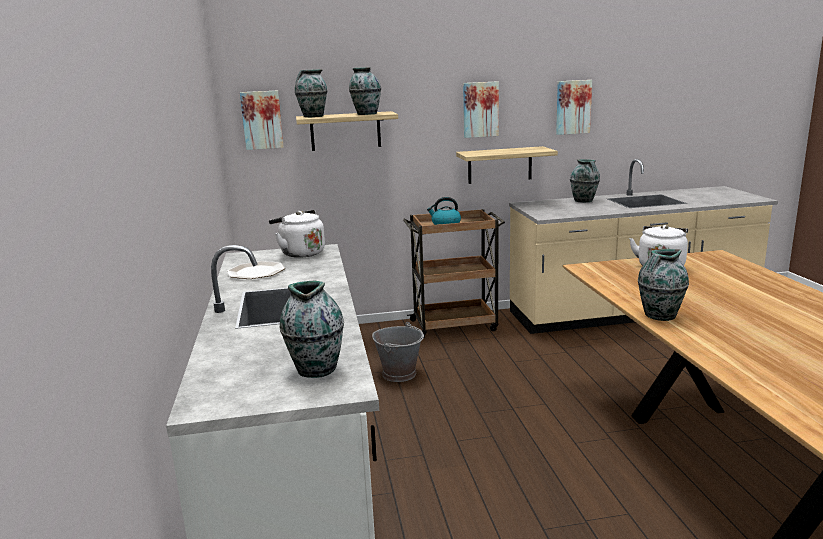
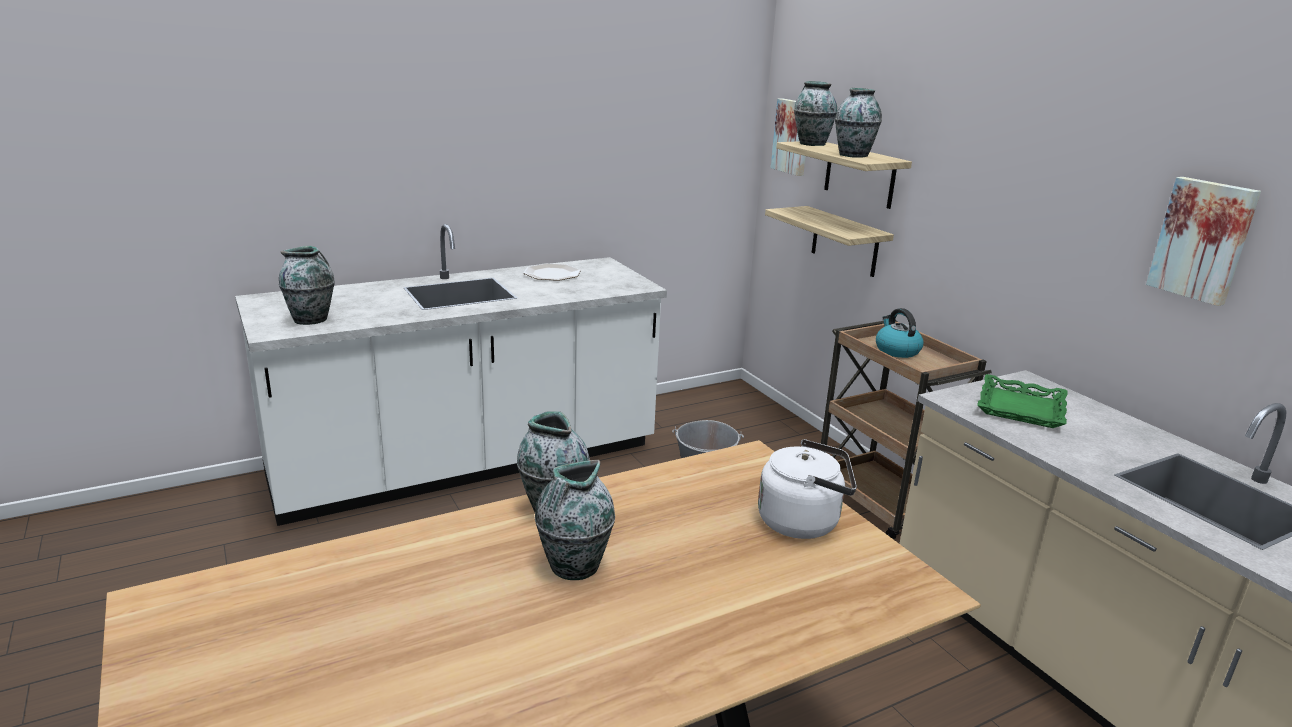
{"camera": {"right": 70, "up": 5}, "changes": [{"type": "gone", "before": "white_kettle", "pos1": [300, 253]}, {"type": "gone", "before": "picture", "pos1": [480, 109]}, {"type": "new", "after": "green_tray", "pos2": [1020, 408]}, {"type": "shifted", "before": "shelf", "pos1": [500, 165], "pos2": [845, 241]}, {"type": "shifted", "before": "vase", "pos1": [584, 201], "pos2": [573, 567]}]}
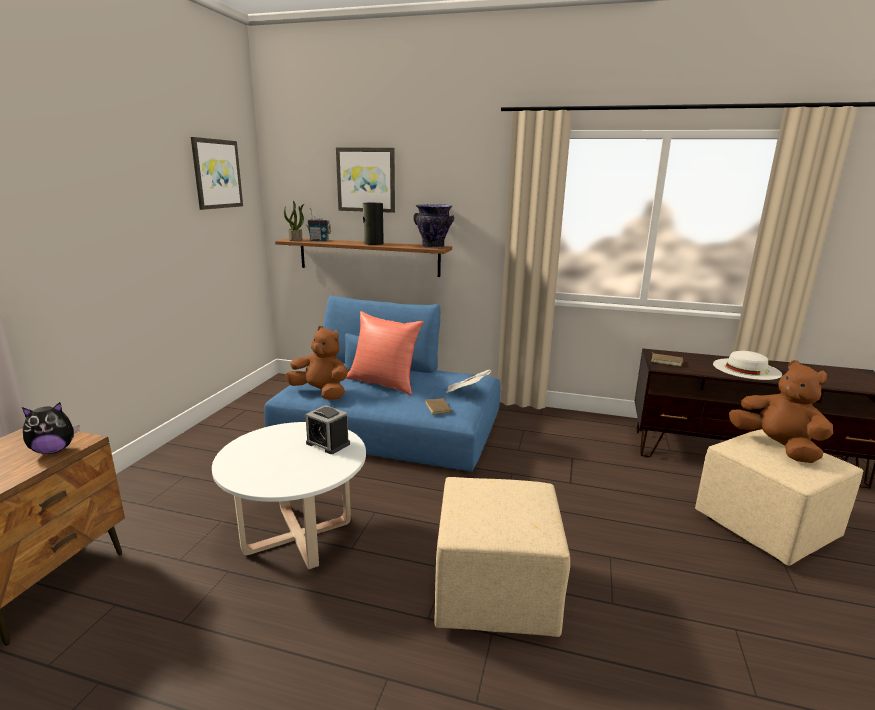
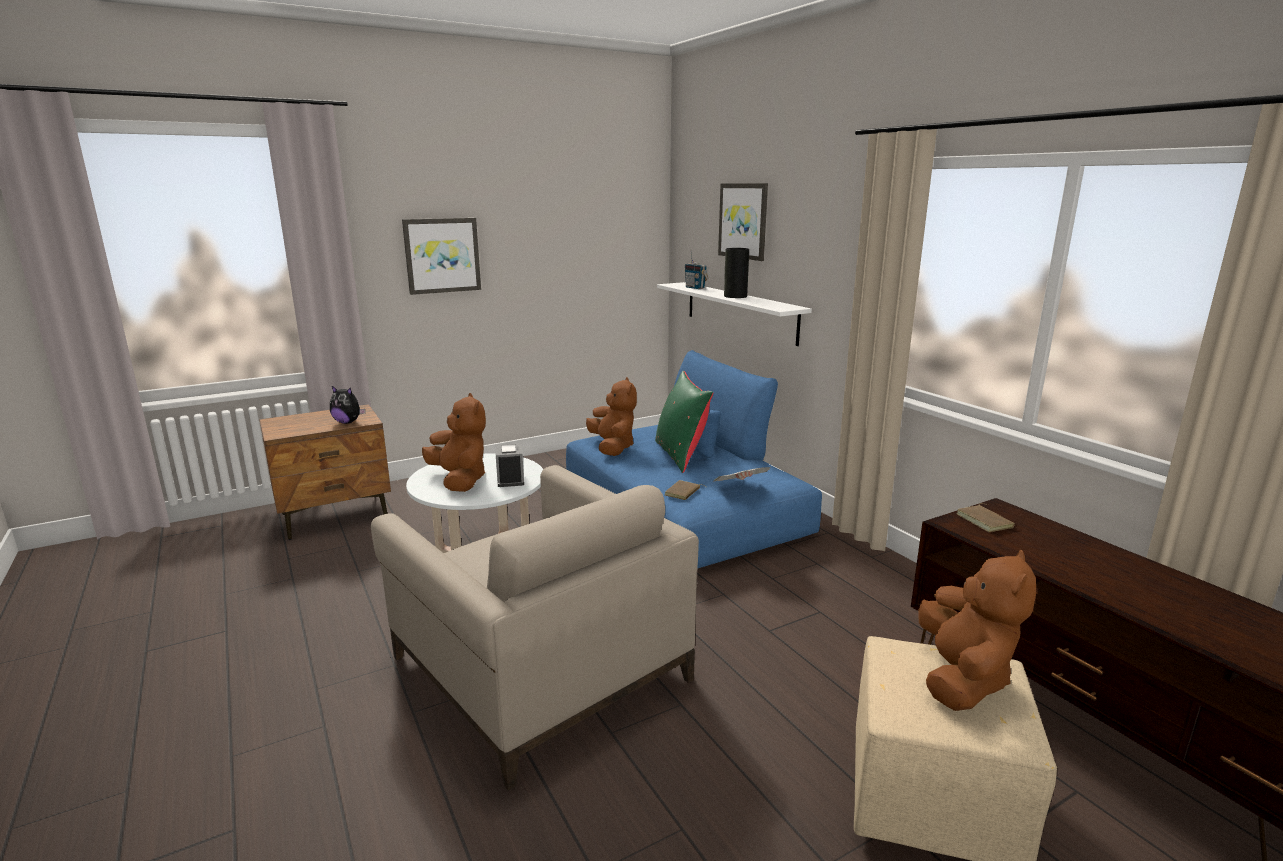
{"camera": {"right": 45, "up": 0}, "changes": [{"type": "gone", "before": "potted_plant", "pos1": [296, 239]}, {"type": "gone", "before": "vase", "pos1": [433, 247]}, {"type": "gone", "before": "white_hat", "pos1": [746, 369]}, {"type": "new", "after": "brown_plush_toy", "pos2": [460, 480]}, {"type": "shifted", "before": "picture", "pos1": [216, 174], "pos2": [442, 255]}, {"type": "swapped", "before": "beige_ottoman", "after": "beige_armchair", "pos1": [497, 594], "pos2": [538, 667]}, {"type": "repainted", "before": "brown_shelf", "after": "white_shelf", "pos1": [368, 257], "pos2": [739, 311]}, {"type": "repainted", "before": "red_pillow", "after": "green_pillow", "pos1": [384, 383], "pos2": [681, 455]}]}
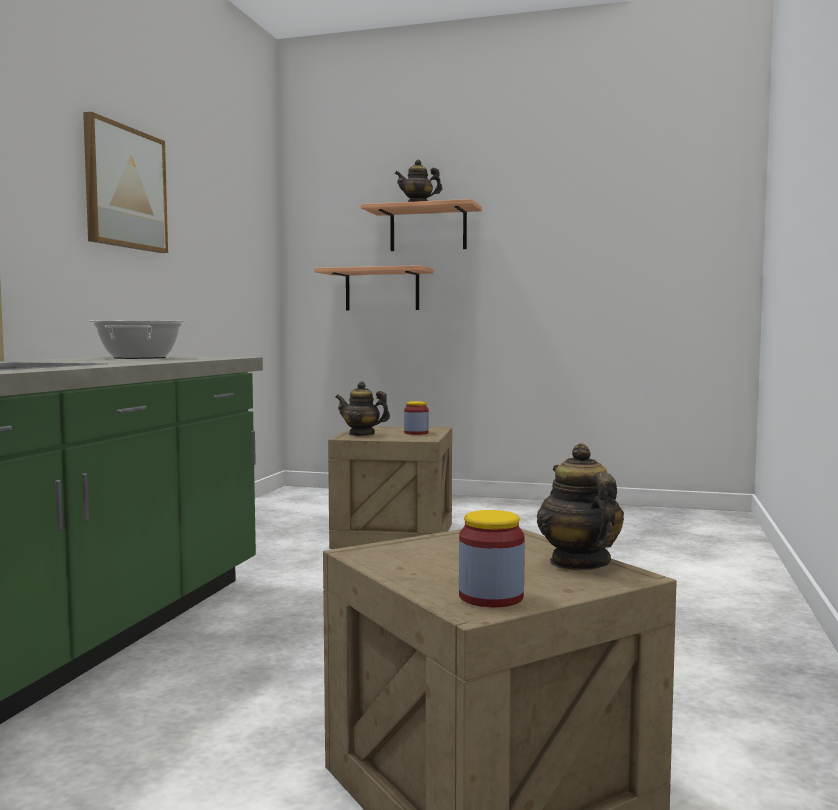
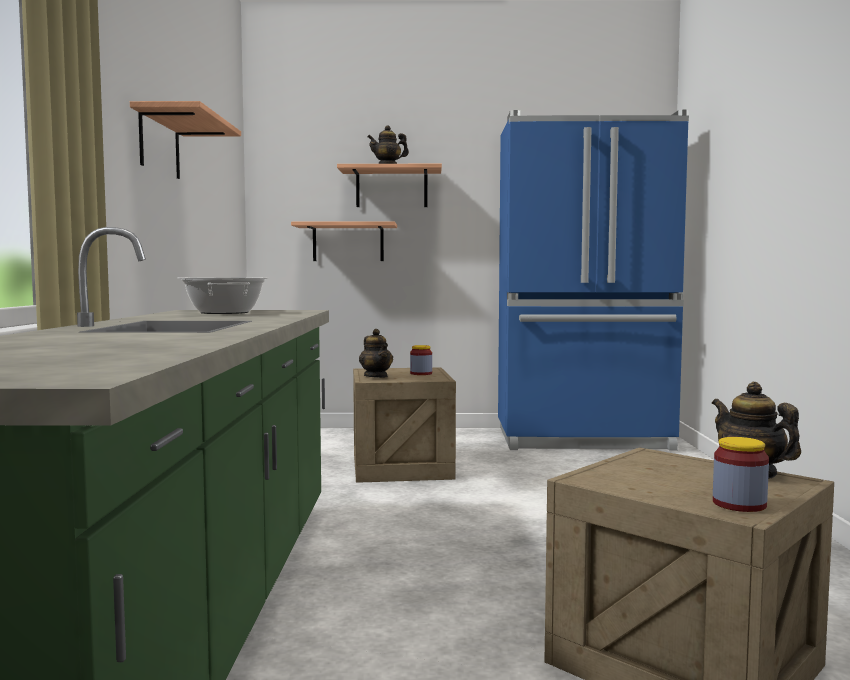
{"camera": {"right": -15, "up": 0}, "changes": [{"type": "new", "after": "blue_fridge", "pos2": [584, 440]}, {"type": "swapped", "before": "picture", "after": "shelf", "pos1": [125, 188], "pos2": [159, 145]}, {"type": "rotated", "before": "teapot", "pos1": [362, 434], "pos2": [376, 376], "turn": -120}]}
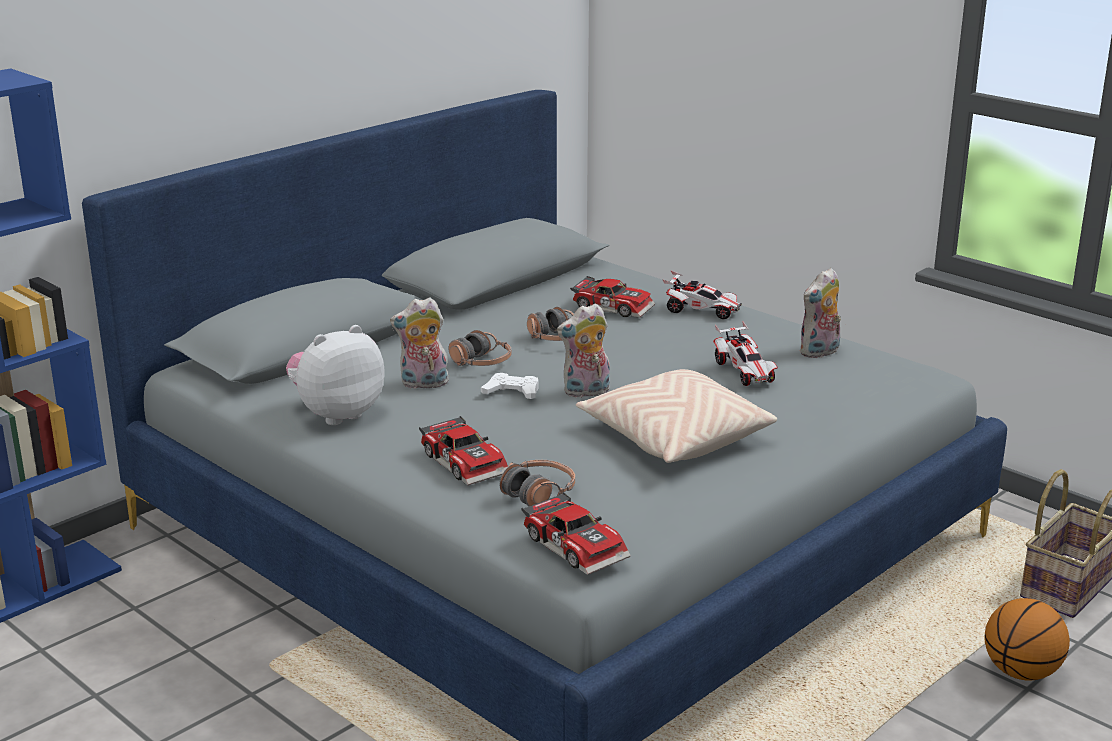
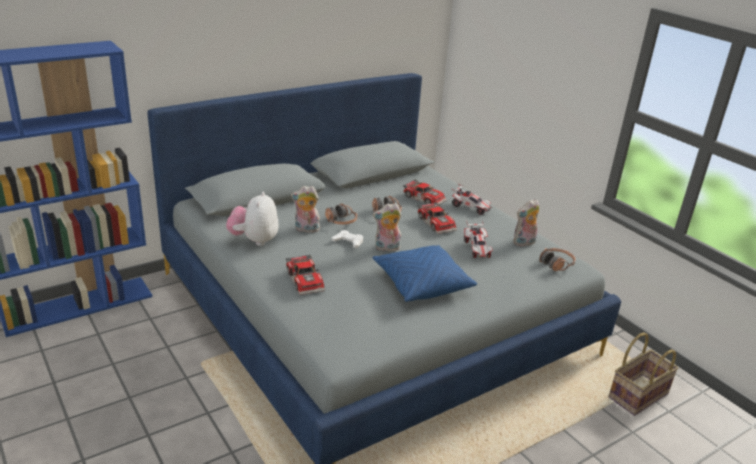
{"camera": {"right": 10, "up": 5}, "changes": [{"type": "gone", "before": "basketball", "pos1": [1020, 672]}, {"type": "shifted", "before": "headphones", "pos1": [538, 493], "pos2": [556, 264]}, {"type": "shifted", "before": "toy_car", "pos1": [577, 545], "pos2": [437, 223]}, {"type": "repainted", "before": "beige_pillow", "after": "blue_pillow", "pos1": [674, 438], "pos2": [421, 284]}, {"type": "rotated", "before": "plush_toy", "pos1": [336, 414], "pos2": [254, 240], "turn": -60}]}
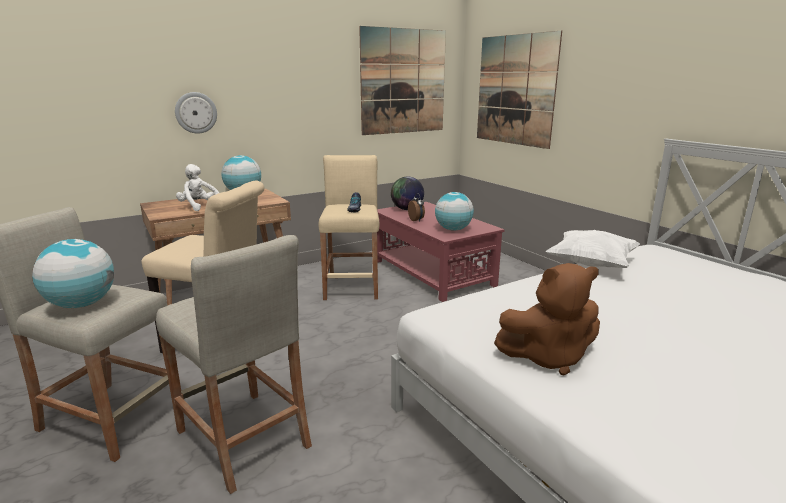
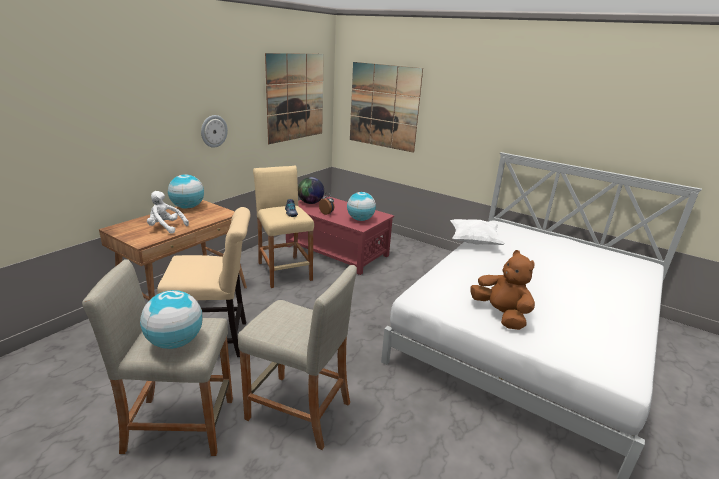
{"camera": {"right": -25, "up": 5}, "changes": [{"type": "shifted", "before": "wall_clock", "pos1": [196, 112], "pos2": [213, 131]}, {"type": "rotated", "before": "brown_plush_toy", "pos1": [548, 357], "pos2": [500, 315], "turn": -90}]}
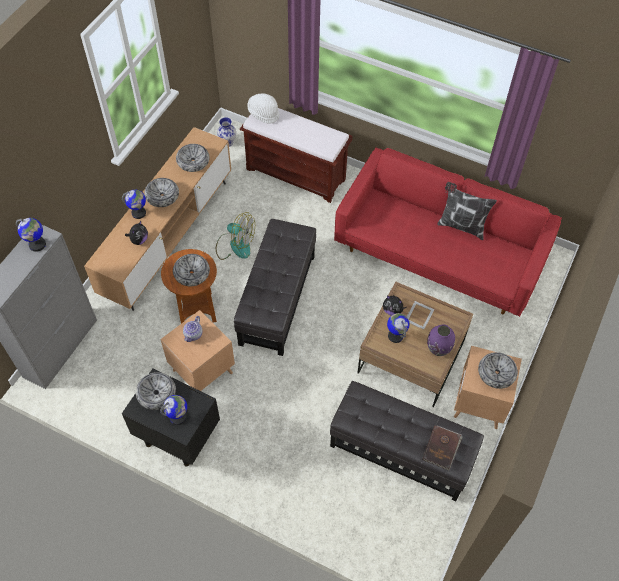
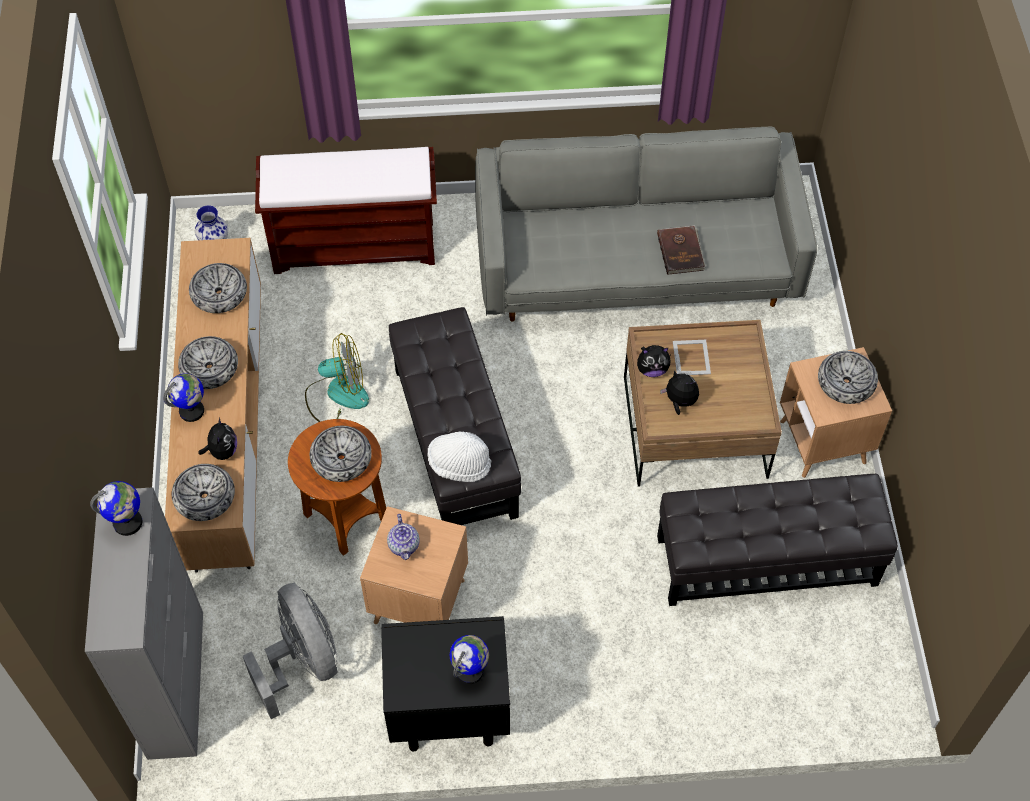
{"camera": {"right": -30, "up": 0}, "changes": [{"type": "gone", "before": "purple_vase", "pos1": [438, 349]}, {"type": "gone", "before": "pillow", "pos1": [461, 226]}, {"type": "new", "after": "grey_fan", "pos2": [302, 661]}, {"type": "shifted", "before": "bowl", "pos1": [157, 393], "pos2": [205, 497]}, {"type": "shifted", "before": "white_hat", "pos1": [263, 113], "pos2": [459, 464]}, {"type": "shifted", "before": "brown_book", "pos1": [442, 448], "pos2": [681, 251]}, {"type": "swapped", "before": "globe", "after": "plush_toy", "pos1": [395, 336], "pos2": [679, 402]}, {"type": "repainted", "before": "red_sofa", "after": "grey_sofa", "pos1": [439, 254], "pos2": [636, 264]}]}
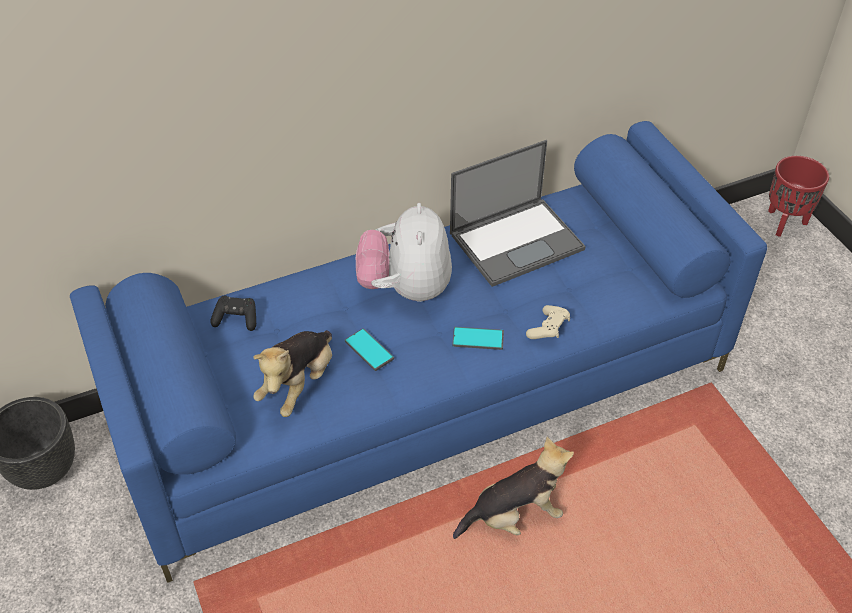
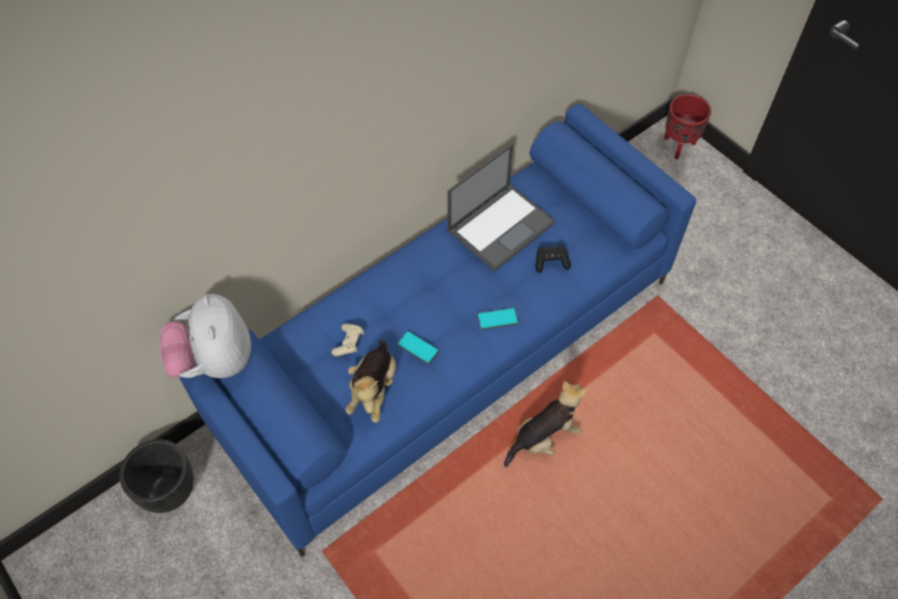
{"camera": {"right": -15, "up": 10}, "changes": [{"type": "shifted", "before": "black_game_controller", "pos1": [236, 319], "pos2": [551, 262]}, {"type": "shifted", "before": "plush_toy", "pos1": [406, 288], "pos2": [215, 361]}, {"type": "shifted", "before": "beige_game_controller", "pos1": [548, 329], "pos2": [349, 343]}]}
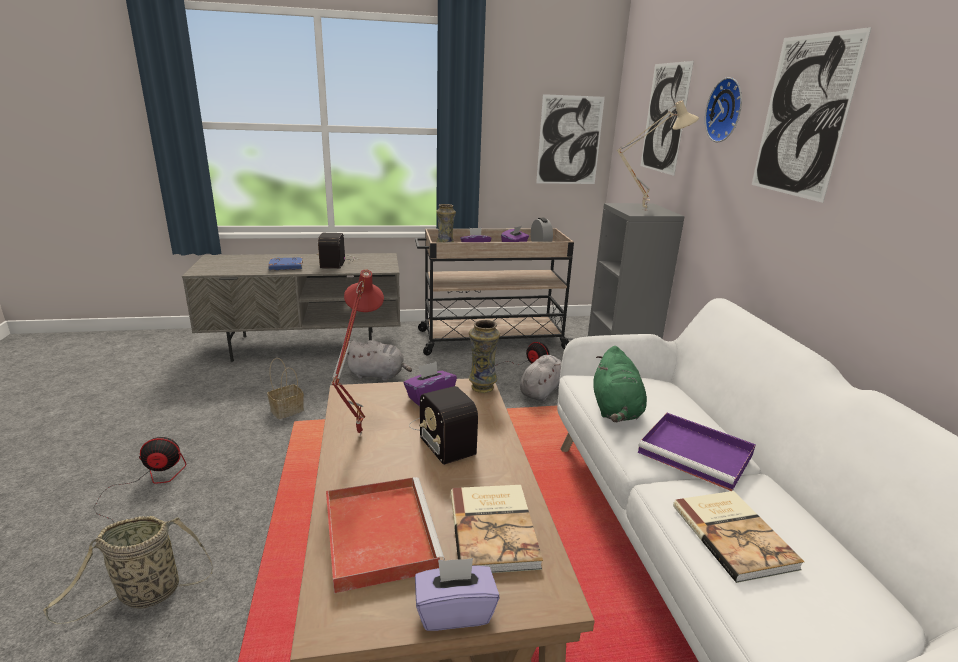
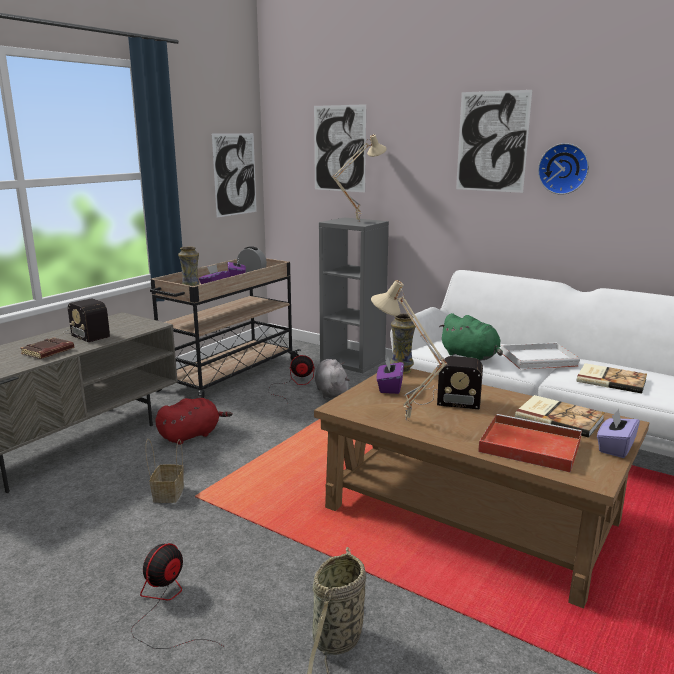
{"camera": {"right": -45, "up": -5}, "changes": [{"type": "shifted", "before": "wall_clock", "pos1": [727, 110], "pos2": [564, 168]}, {"type": "repainted", "before": "blue_book", "after": "brown_book", "pos1": [285, 267], "pos2": [48, 352]}, {"type": "repainted", "before": "red_table_lamp", "after": "beige_table_lamp", "pos1": [357, 434], "pos2": [405, 421]}, {"type": "repainted", "before": "grey_plush_toy", "after": "red_plush_toy", "pos1": [378, 375], "pos2": [192, 435]}, {"type": "repainted", "before": "purple_tray", "after": "white_tray", "pos1": [697, 454], "pos2": [539, 359]}]}
